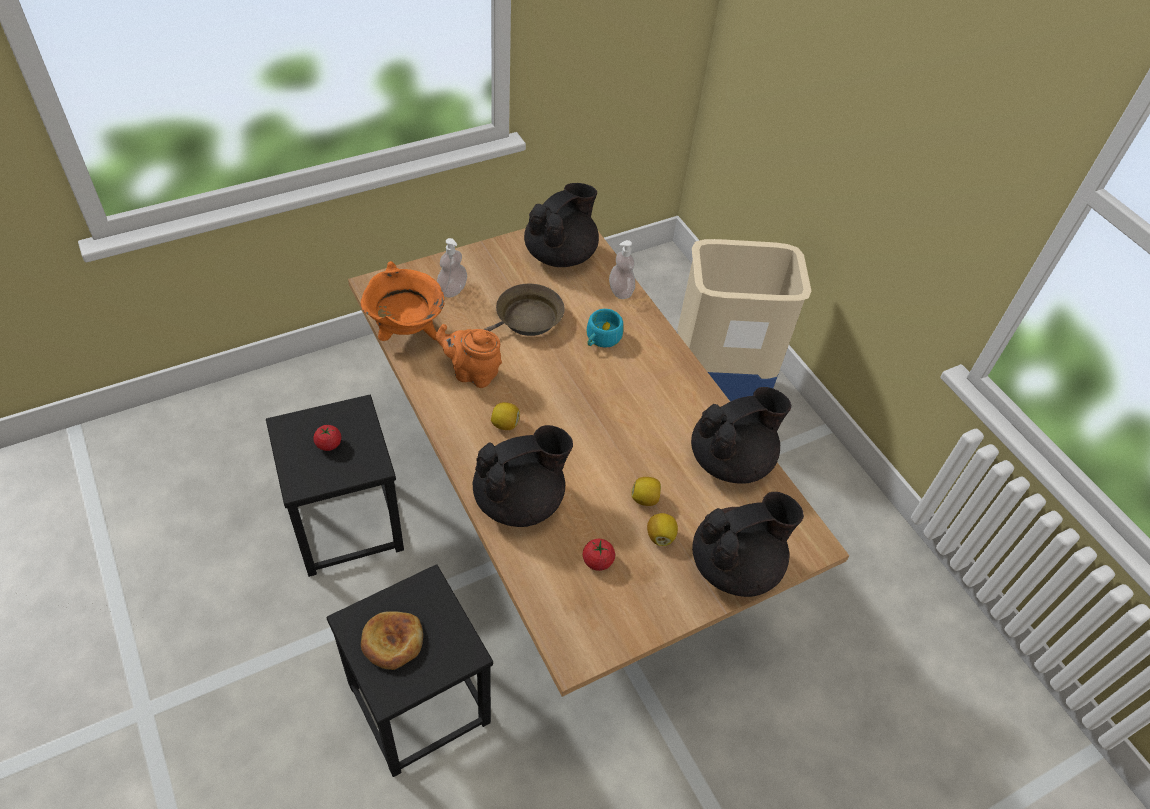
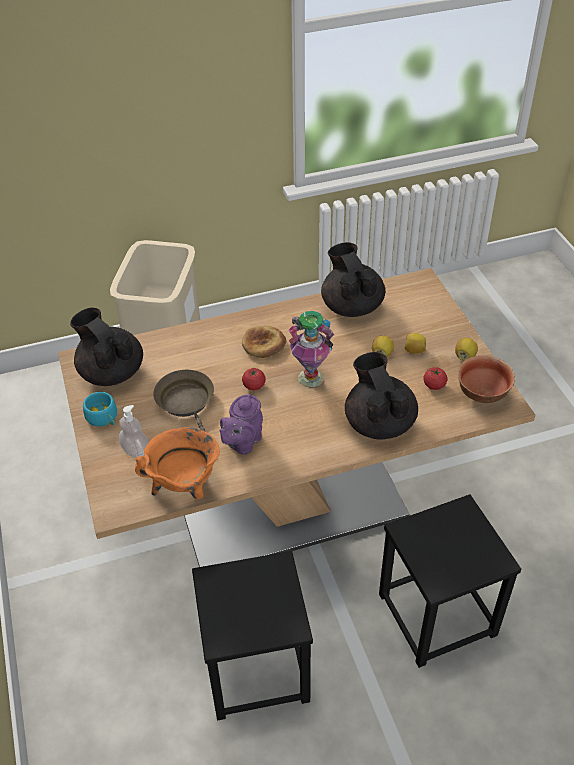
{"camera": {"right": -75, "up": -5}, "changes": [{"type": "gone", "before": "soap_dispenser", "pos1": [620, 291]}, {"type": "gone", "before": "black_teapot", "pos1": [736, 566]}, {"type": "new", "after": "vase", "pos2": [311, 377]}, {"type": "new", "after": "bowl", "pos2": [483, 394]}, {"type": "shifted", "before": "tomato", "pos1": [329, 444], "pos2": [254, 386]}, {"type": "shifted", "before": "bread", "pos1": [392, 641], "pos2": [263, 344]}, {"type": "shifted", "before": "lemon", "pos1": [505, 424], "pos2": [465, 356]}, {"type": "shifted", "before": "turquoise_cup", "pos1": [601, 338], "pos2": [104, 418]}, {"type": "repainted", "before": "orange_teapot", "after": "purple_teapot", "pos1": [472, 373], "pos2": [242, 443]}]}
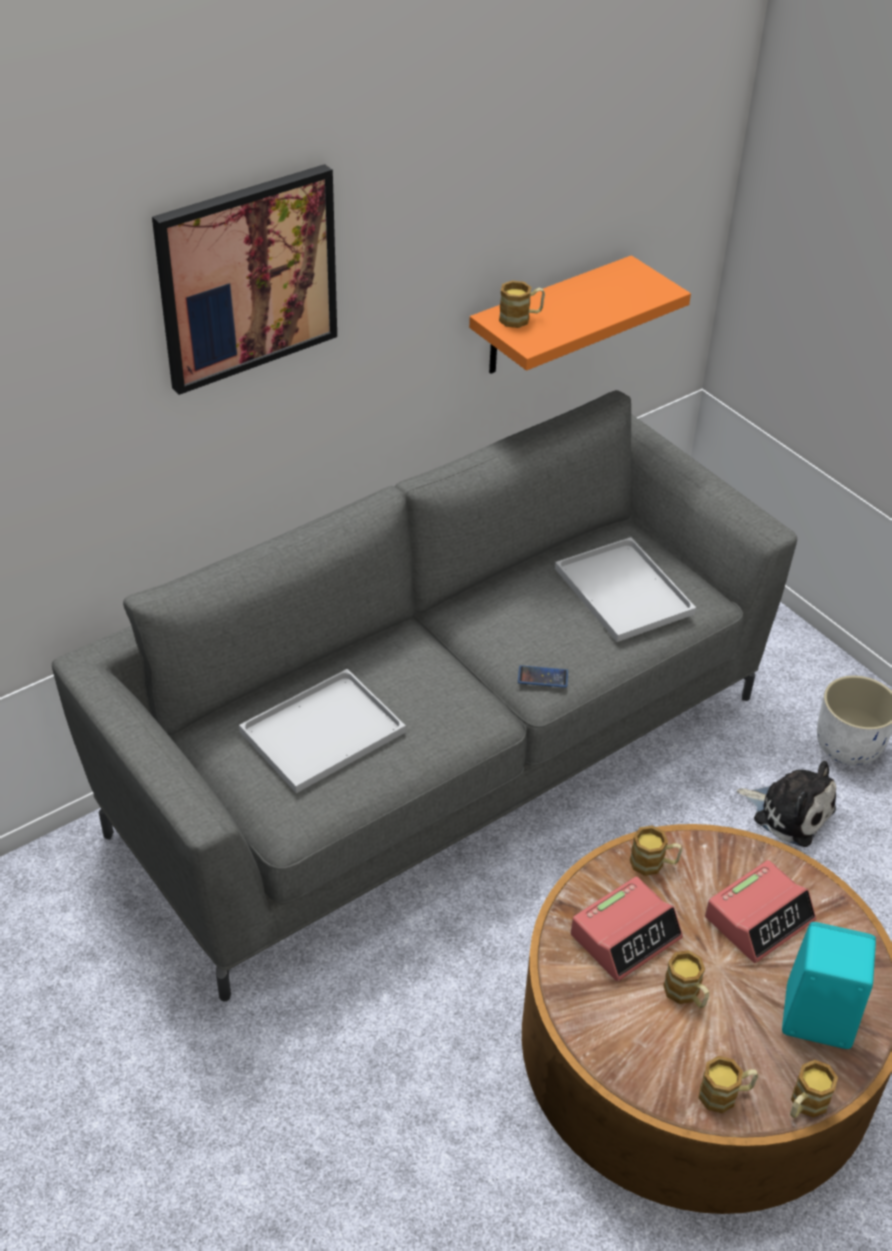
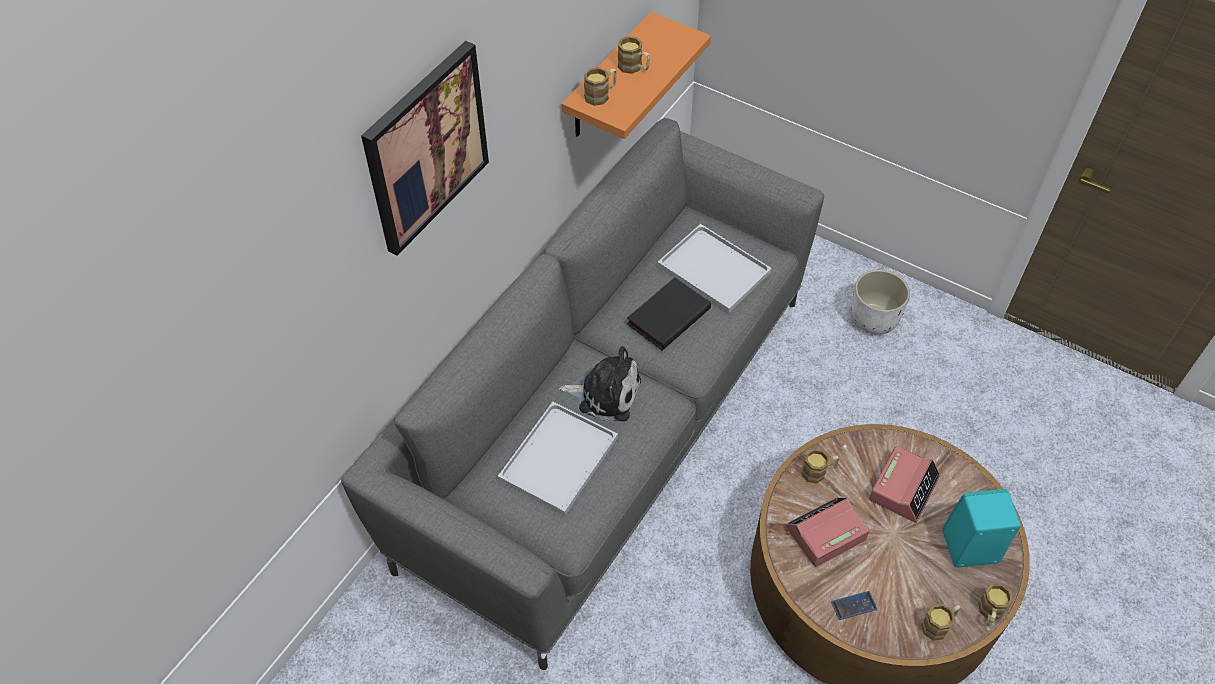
{"camera": {"right": -20, "up": 10}, "changes": [{"type": "new", "after": "black_book", "pos2": [667, 315]}, {"type": "shifted", "before": "phone", "pos1": [542, 677], "pos2": [854, 606]}, {"type": "shifted", "before": "mug", "pos1": [686, 994], "pos2": [634, 68]}, {"type": "shifted", "before": "plush_toy", "pos1": [789, 811], "pos2": [605, 393]}, {"type": "rotated", "before": "alarm_clock", "pos1": [625, 936], "pos2": [825, 533], "turn": -150}]}
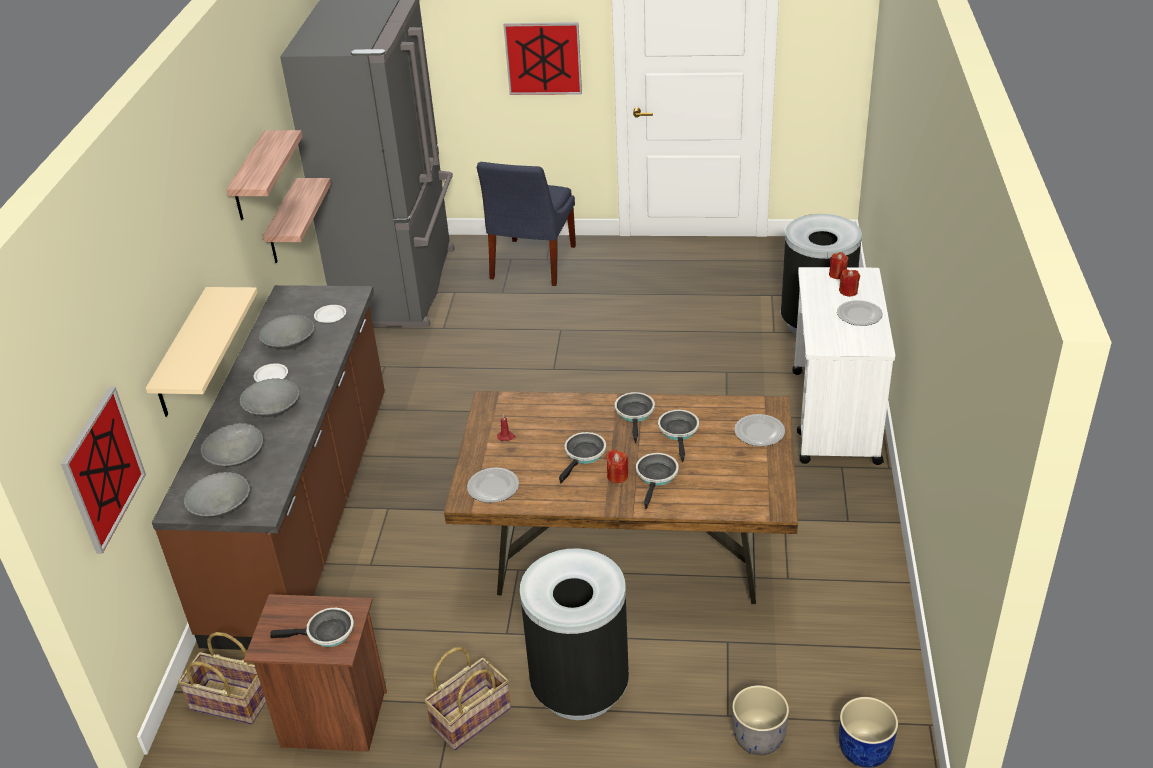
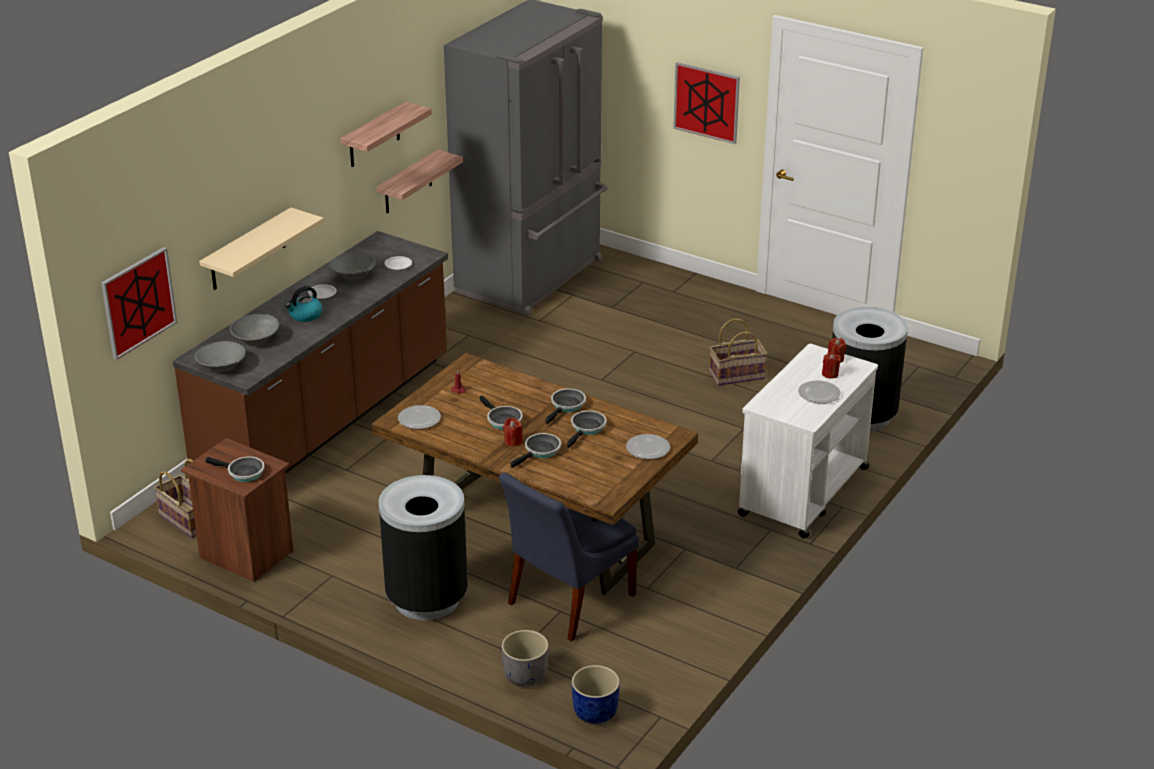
{"camera": {"right": 25, "up": -5}, "changes": [{"type": "shifted", "before": "basket", "pos1": [470, 717], "pos2": [737, 375]}, {"type": "shifted", "before": "blue_chair", "pos1": [531, 264], "pos2": [567, 601]}, {"type": "swapped", "before": "grey_bowl", "after": "kettle", "pos1": [272, 409], "pos2": [305, 315]}, {"type": "rotated", "before": "frying_pan", "pos1": [584, 455], "pos2": [502, 420], "turn": 90}]}
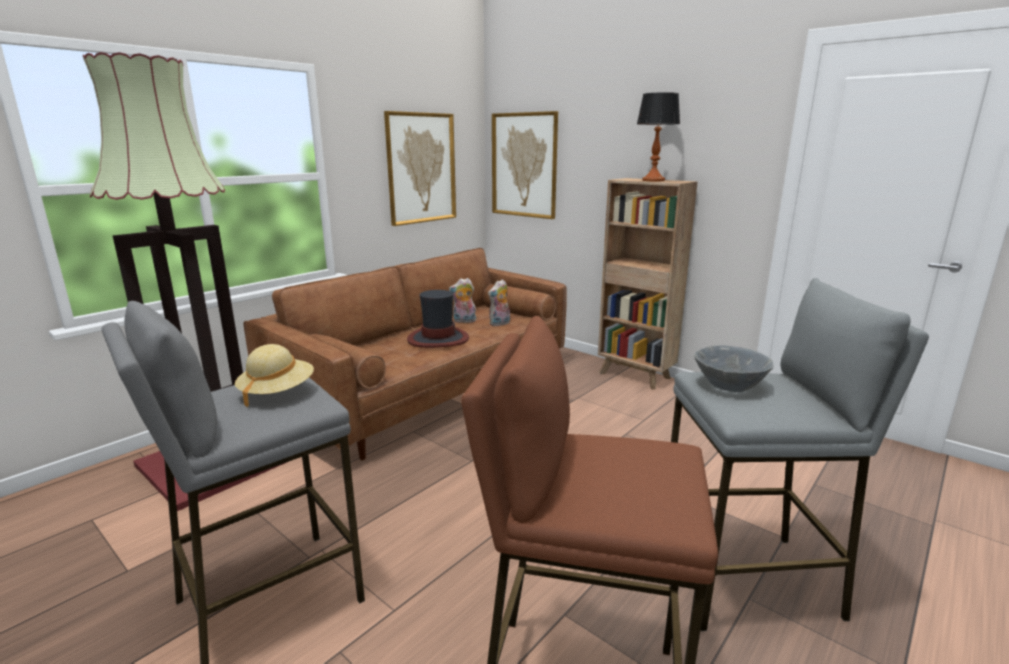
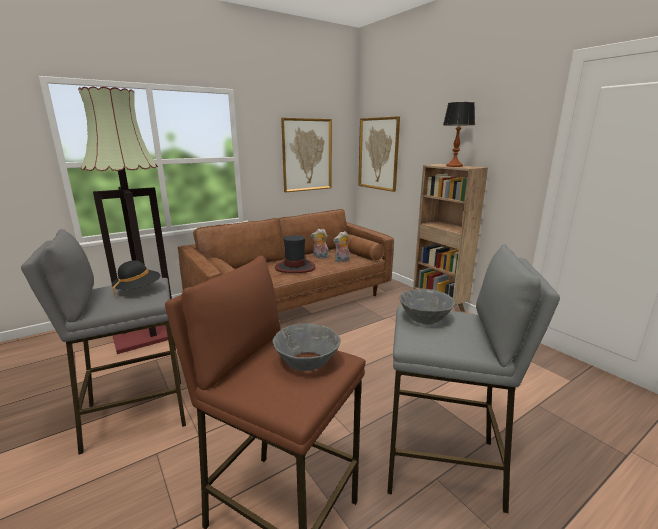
{"camera": {"right": 15, "up": 0}, "changes": [{"type": "new", "after": "grey_bowl", "pos2": [307, 362]}, {"type": "repainted", "before": "beige_hat", "after": "black_hat", "pos1": [277, 392], "pos2": [138, 290]}]}
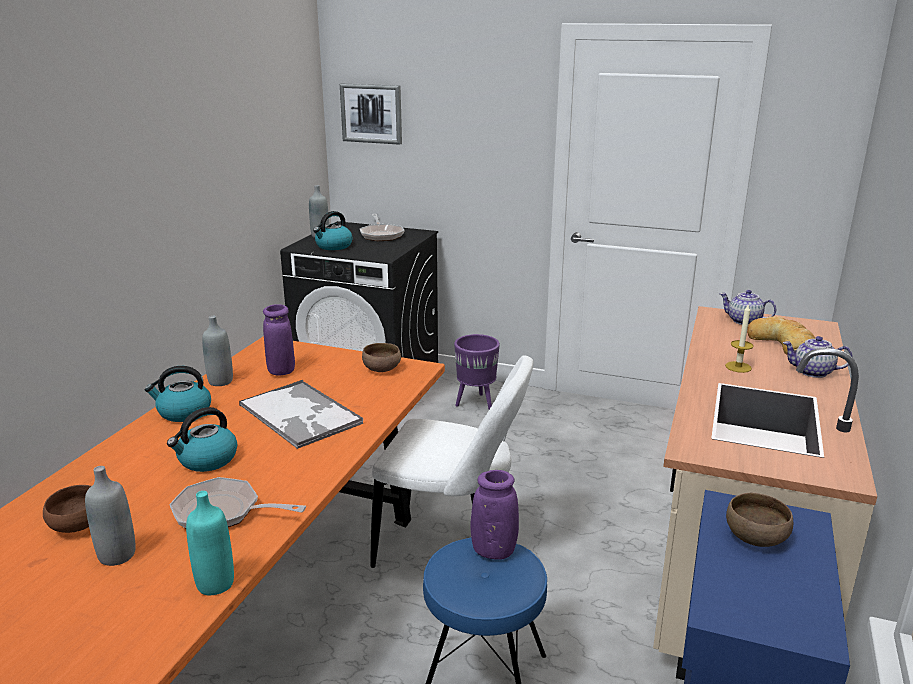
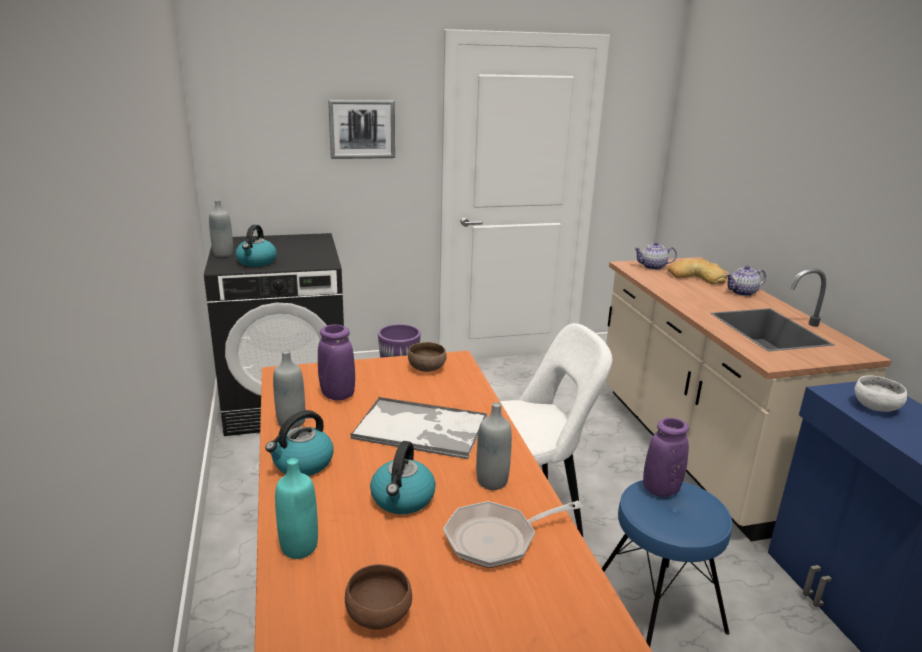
{"camera": {"right": -35, "up": 0}, "changes": [{"type": "gone", "before": "frying_pan", "pos1": [381, 235]}, {"type": "gone", "before": "candle", "pos1": [738, 367]}, {"type": "shifted", "before": "grey_bottle", "pos1": [117, 555], "pos2": [492, 481]}, {"type": "shifted", "before": "turquoise_bottle", "pos1": [215, 584], "pos2": [299, 547]}, {"type": "shifted", "before": "picture", "pos1": [371, 113], "pos2": [362, 129]}, {"type": "repainted", "before": "brown_bowl", "after": "white_bowl", "pos1": [756, 537], "pos2": [875, 406]}]}
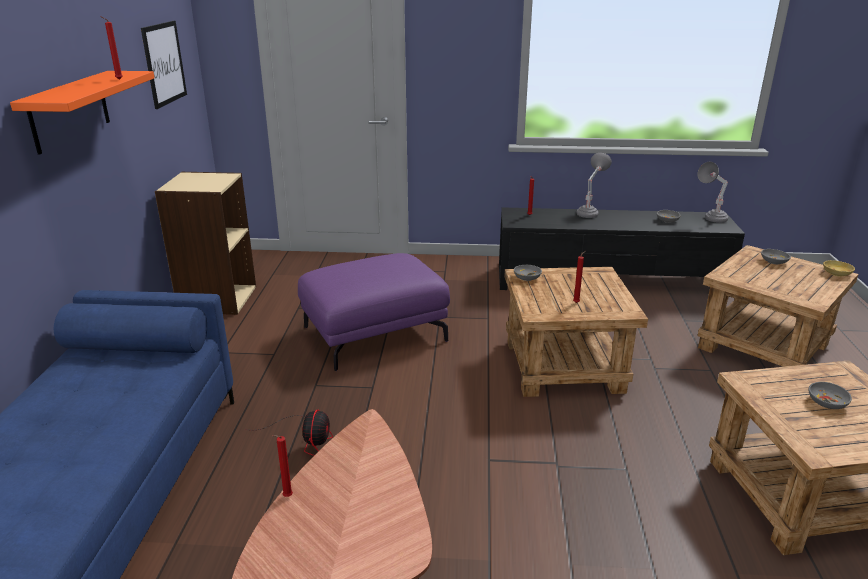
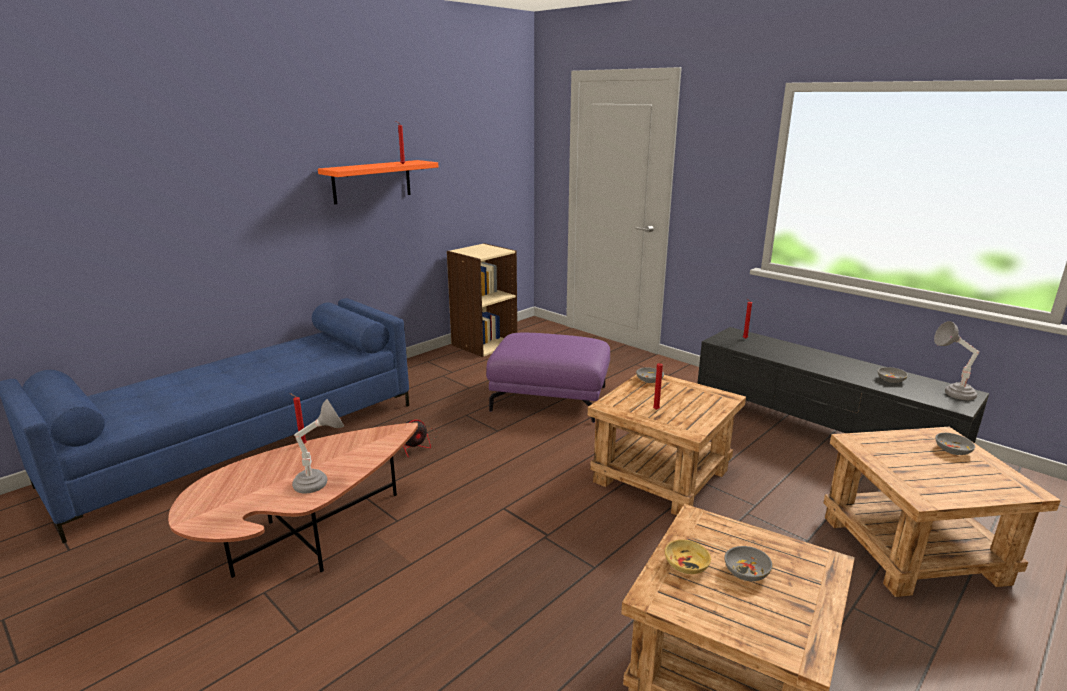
{"camera": {"right": 40, "up": -5}, "changes": [{"type": "gone", "before": "picture", "pos1": [164, 63]}, {"type": "shifted", "before": "grey_table_lamp", "pos1": [590, 212], "pos2": [321, 483]}, {"type": "shifted", "before": "beige_bowl", "pos1": [836, 273], "pos2": [686, 564]}]}
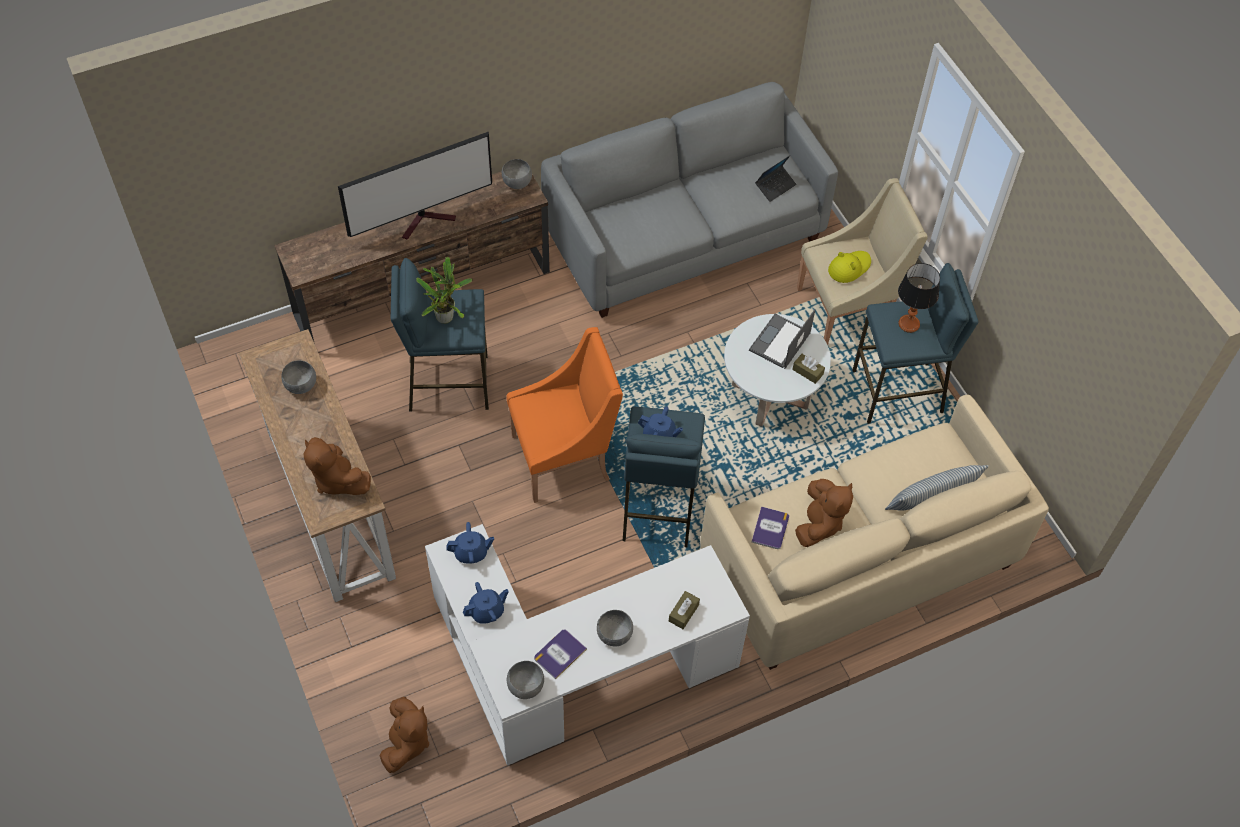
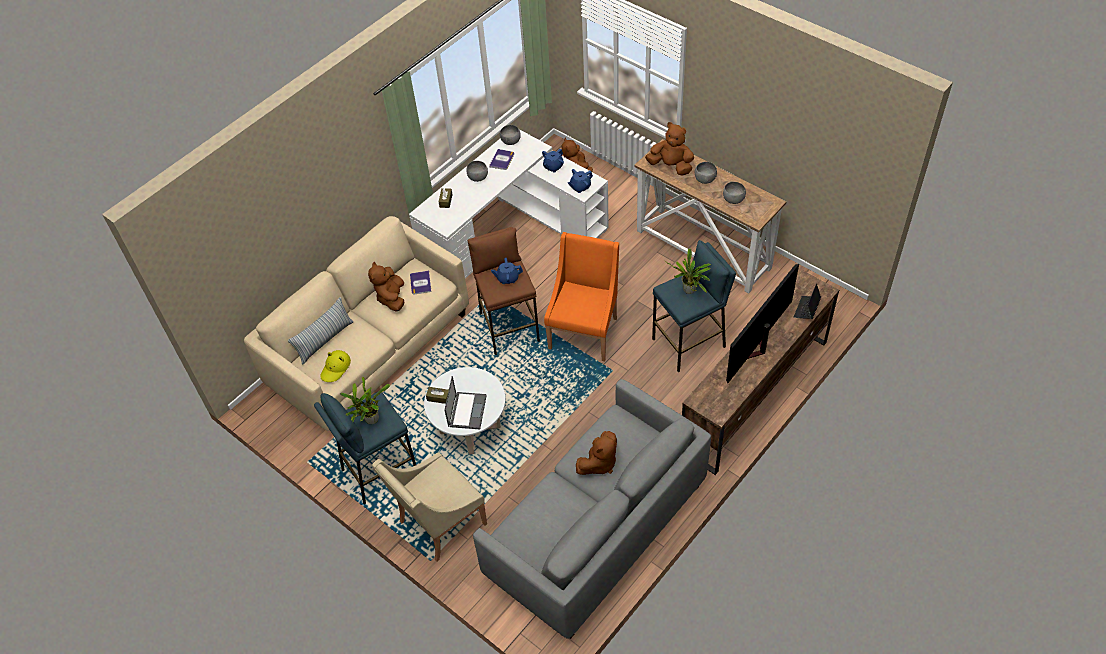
{"camera": {"right": 160, "up": -5}, "changes": [{"type": "new", "after": "brown_plush_toy", "pos2": [599, 463]}, {"type": "shifted", "before": "grey_bowl", "pos1": [516, 183], "pos2": [705, 179]}, {"type": "shifted", "before": "laptop", "pos1": [775, 186], "pos2": [806, 309]}, {"type": "shifted", "before": "yellow_hat", "pos1": [849, 267], "pos2": [335, 368]}, {"type": "swapped", "before": "table_lamp", "after": "potted_plant", "pos1": [909, 324], "pos2": [370, 421]}, {"type": "repainted", "before": "blue_stool", "after": "brown_stool", "pos1": [658, 509], "pos2": [509, 327]}, {"type": "rotated", "before": "orange_armchair", "pos1": [564, 457], "pos2": [584, 331], "turn": 150}]}
